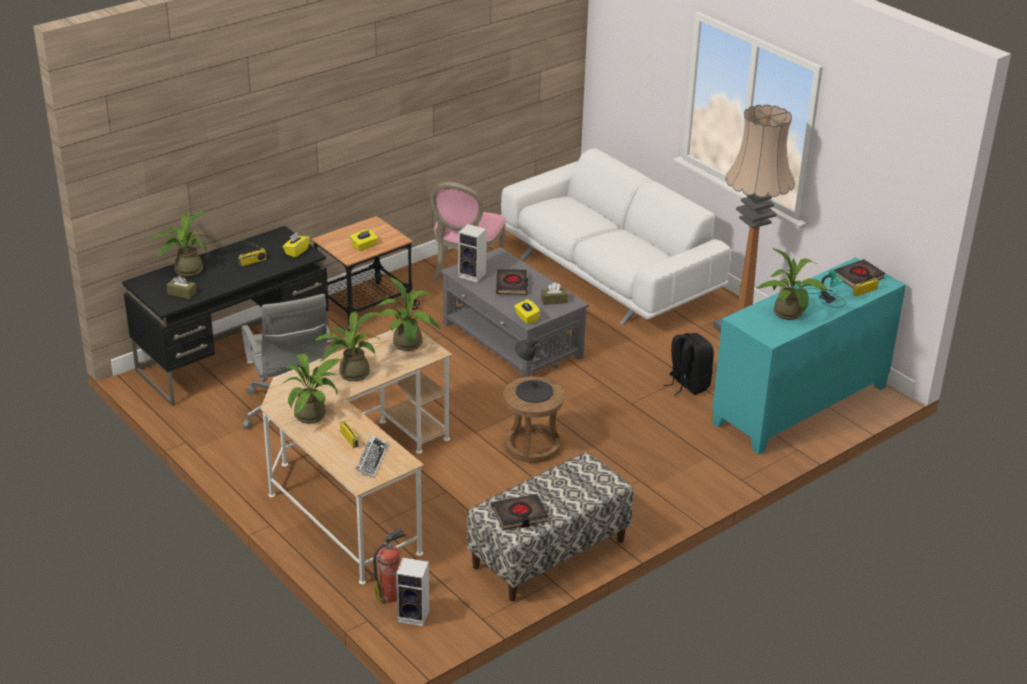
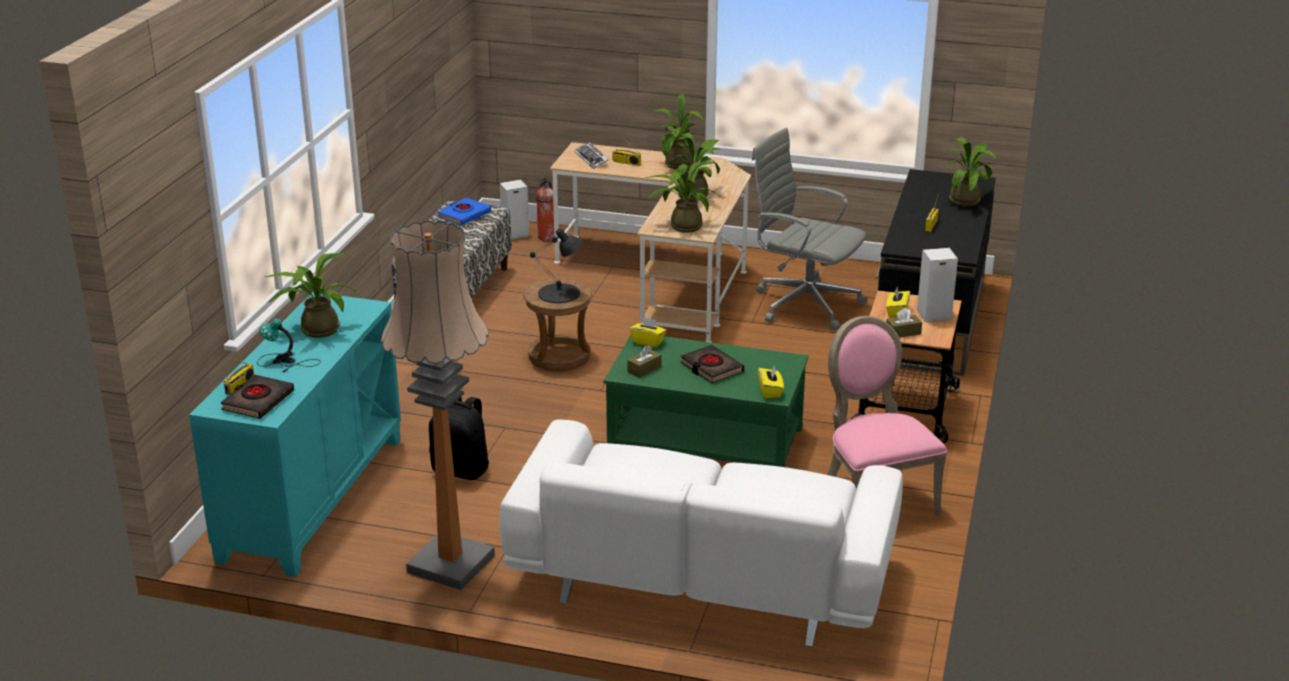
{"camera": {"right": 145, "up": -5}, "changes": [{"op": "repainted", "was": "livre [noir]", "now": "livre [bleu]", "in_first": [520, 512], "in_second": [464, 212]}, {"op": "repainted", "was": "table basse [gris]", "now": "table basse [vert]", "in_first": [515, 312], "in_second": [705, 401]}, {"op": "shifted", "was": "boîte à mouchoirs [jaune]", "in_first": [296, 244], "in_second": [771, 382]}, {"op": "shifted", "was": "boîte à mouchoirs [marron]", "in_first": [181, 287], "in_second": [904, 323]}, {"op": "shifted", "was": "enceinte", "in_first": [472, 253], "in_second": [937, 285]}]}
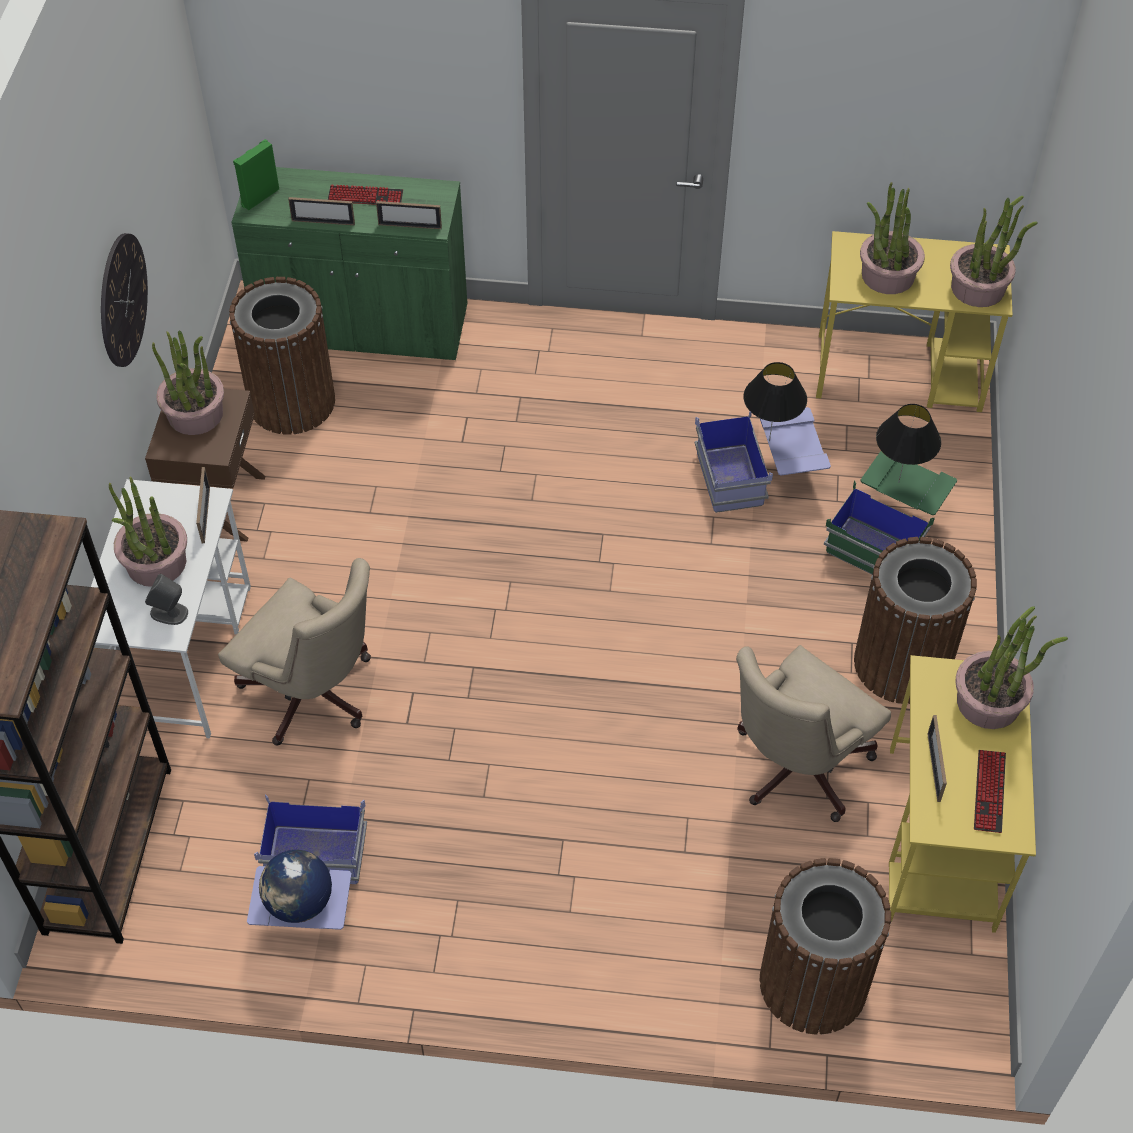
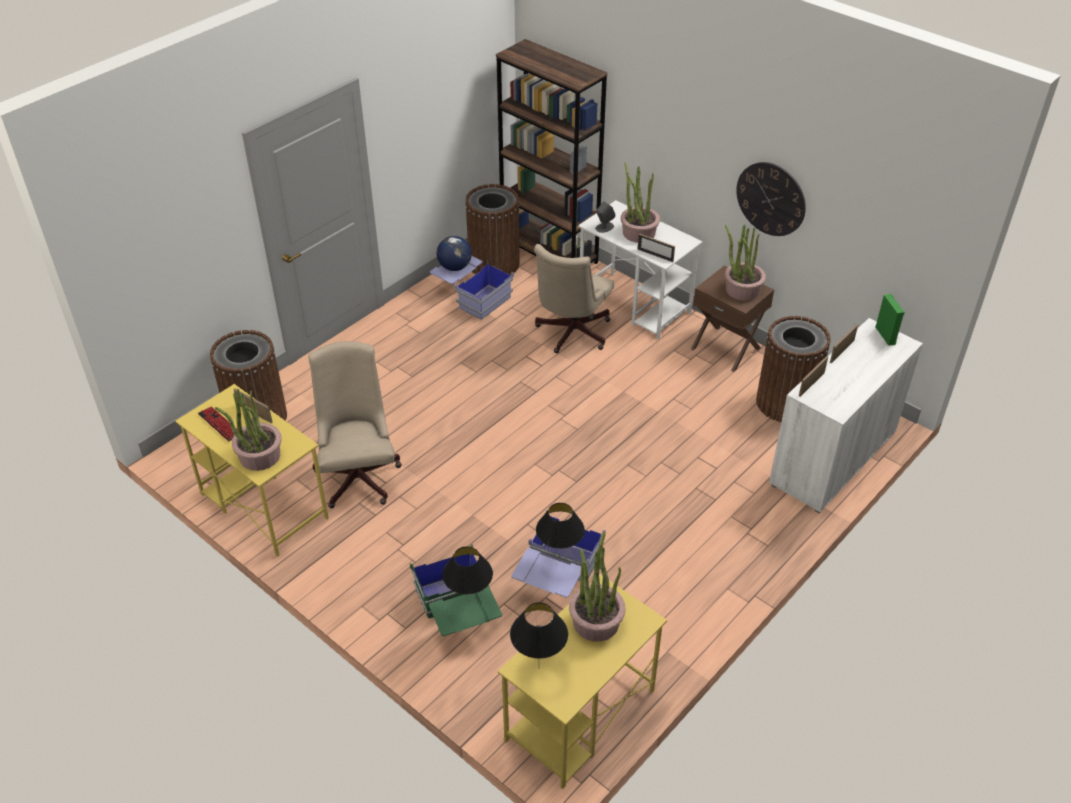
{"camera": {"right": 125, "up": -10}, "changes": [{"op": "shifted", "was": "poubelle [marron]", "in_first": [915, 620], "in_second": [492, 229]}, {"op": "swapped", "was": "plante en pot", "now": "lampe de table [noir]", "in_first": [993, 251], "in_second": [539, 630]}, {"op": "rotated", "was": "chaise de bureau [beige]", "in_first": [294, 651], "in_second": [574, 298], "clockwise": -45}, {"op": "repainted", "was": "meuble de rangement [vert]", "now": "meuble de rangement [blanc]", "in_first": [349, 263], "in_second": [846, 415]}, {"op": "gone", "was": "clavier", "in_first": [365, 194]}]}
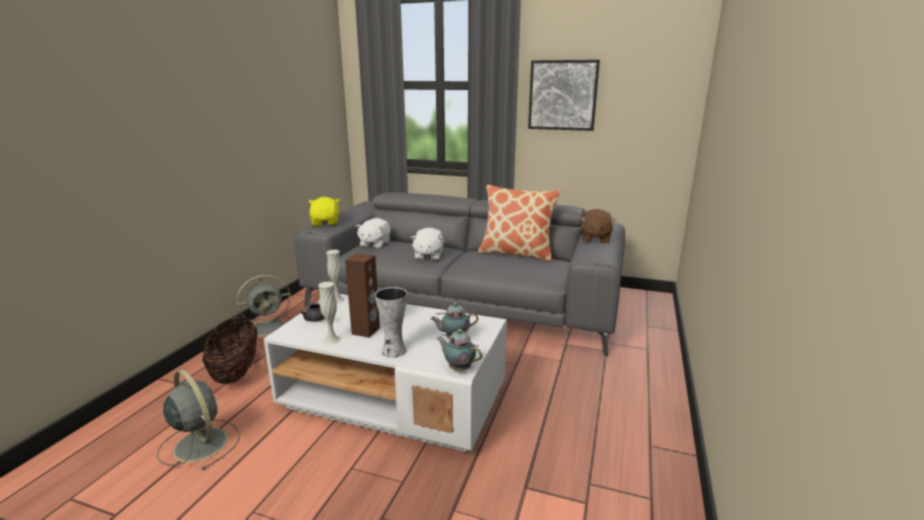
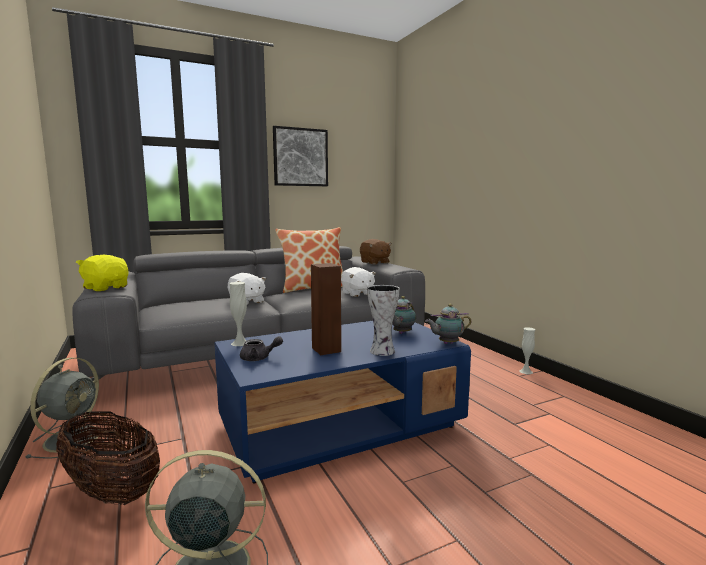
{"camera": {"right": -45, "up": -10}, "changes": [{"op": "repainted", "was": "table basse [blanc]", "now": "table basse [bleu]", "in_first": [385, 373], "in_second": [343, 402]}, {"op": "shifted", "was": "peluche [blanc]", "in_first": [373, 233], "in_second": [358, 282]}, {"op": "shifted", "was": "vase [blanc]", "in_first": [329, 313], "in_second": [527, 350]}]}
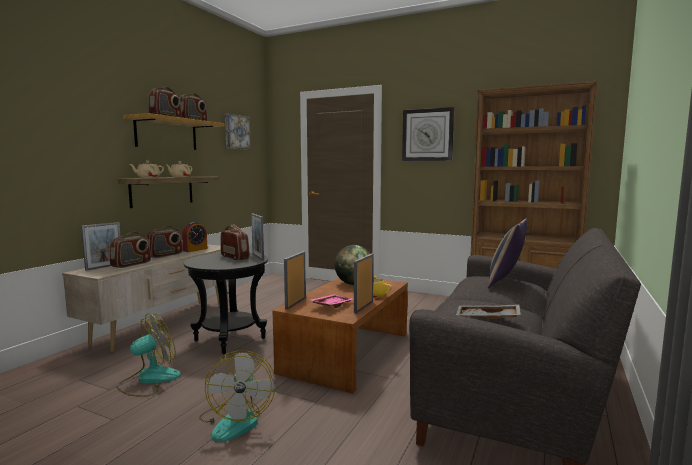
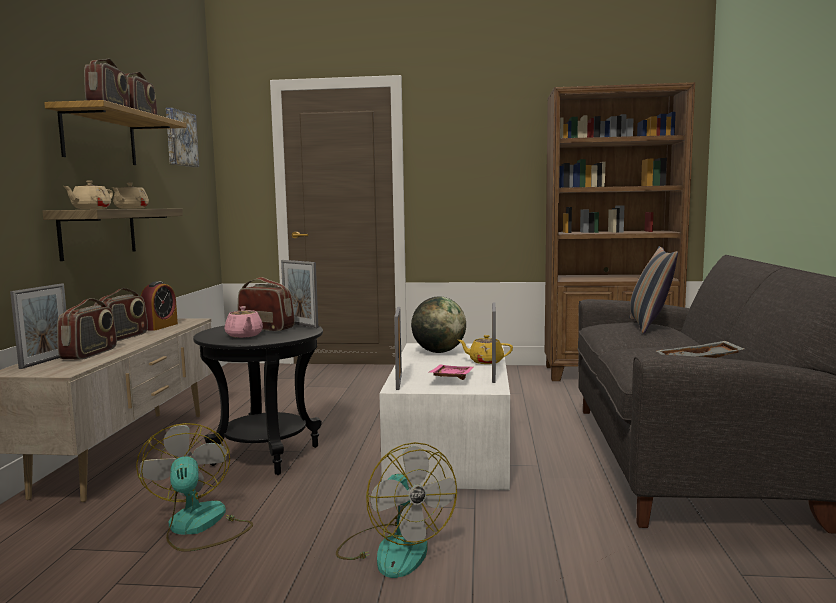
{"camera": {"right": -20, "up": 0}, "changes": [{"op": "rotated", "was": "ventilateur", "in_first": [148, 355], "in_second": [194, 487], "clockwise": -45}, {"op": "new", "now": "théière [rose]", "in_second": [244, 322]}, {"op": "repainted", "was": "table basse [marron]", "now": "table basse [blanc]", "in_first": [340, 335], "in_second": [444, 416]}, {"op": "gone", "was": "horloge murale", "in_first": [428, 134]}]}
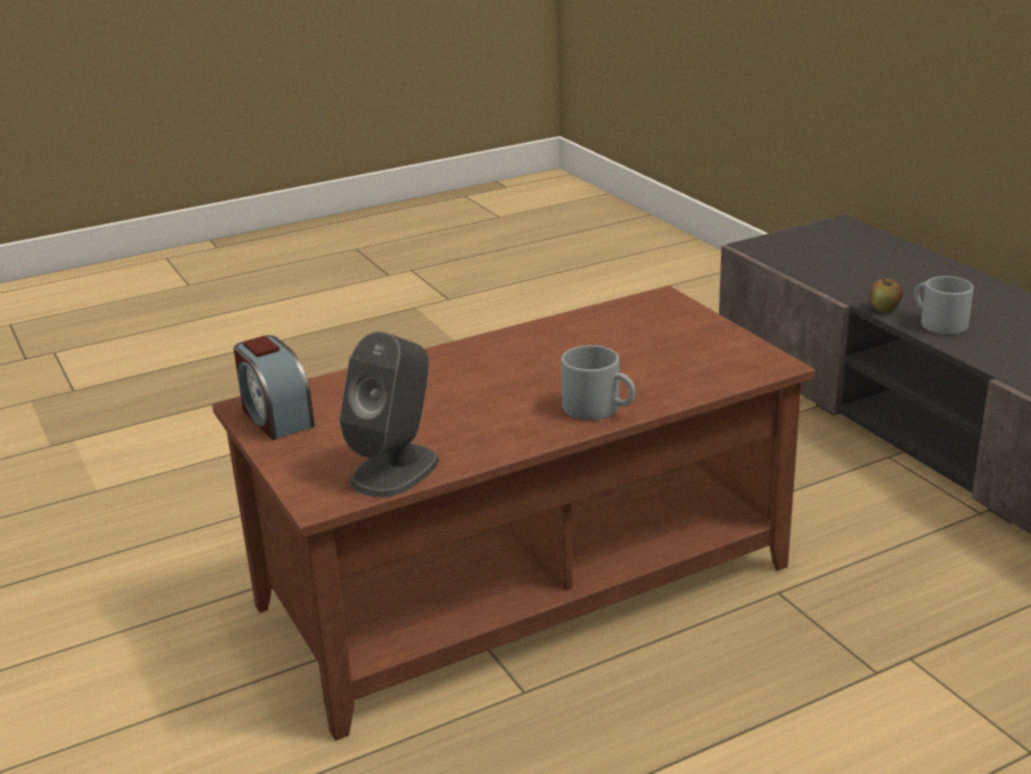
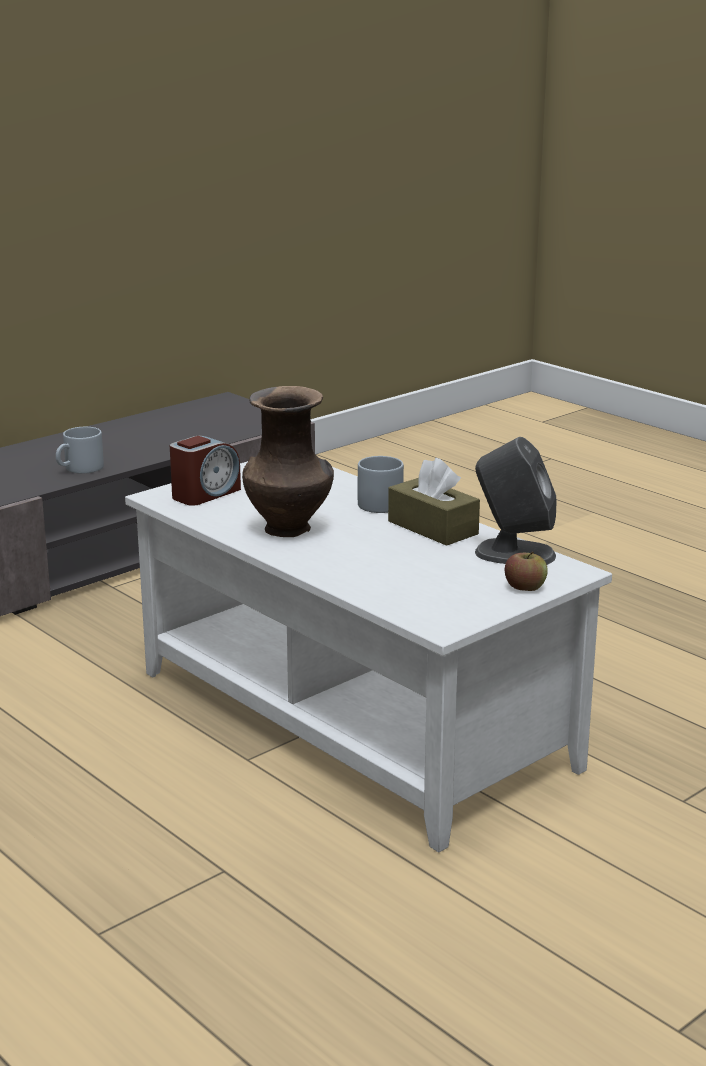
{"camera": {"right": -105, "up": -5}, "changes": [{"op": "repainted", "was": "table basse [marron]", "now": "table basse [blanc]", "in_first": [513, 513], "in_second": [368, 656]}, {"op": "shifted", "was": "réveil", "in_first": [274, 387], "in_second": [205, 470]}, {"op": "new", "now": "vase [marron]", "in_second": [288, 461]}, {"op": "new", "now": "boîte à mouchoirs [marron]", "in_second": [434, 502]}, {"op": "shifted", "was": "pomme", "in_first": [886, 295], "in_second": [526, 571]}]}
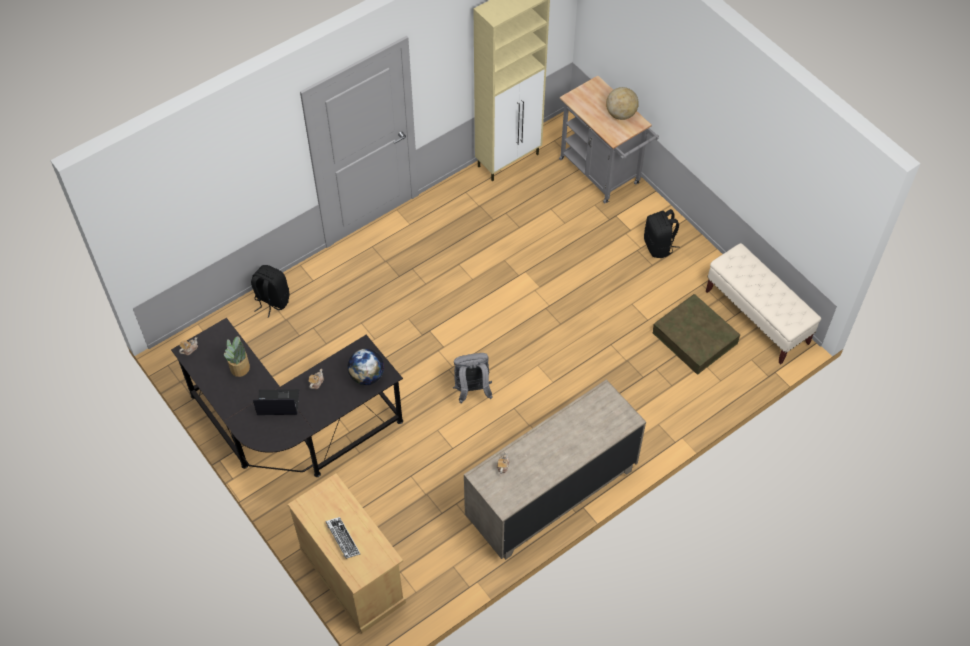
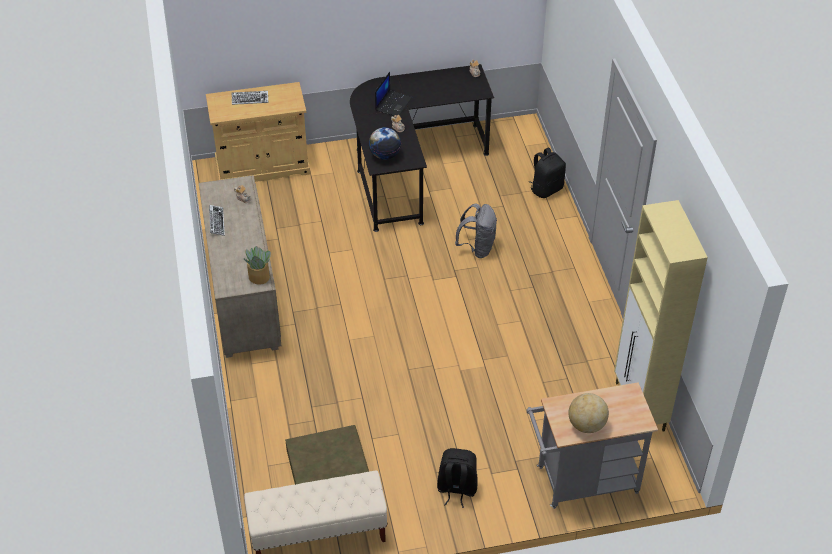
{"camera": {"right": 115, "up": -10}, "changes": [{"op": "new", "now": "clavier", "in_second": [217, 220]}, {"op": "shifted", "was": "plante en pot", "in_first": [237, 356], "in_second": [257, 265]}, {"op": "shifted", "was": "sac à dos [gris]", "in_first": [472, 378], "in_second": [476, 231]}]}
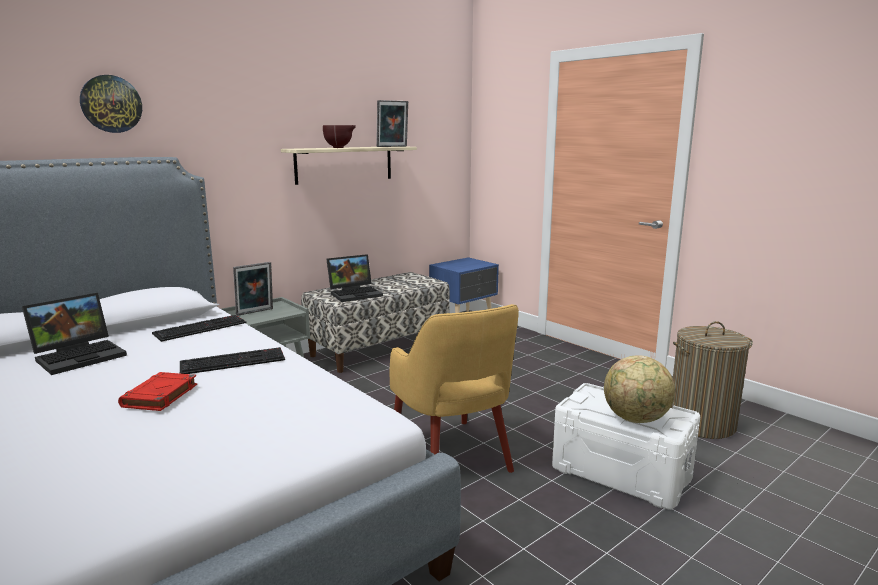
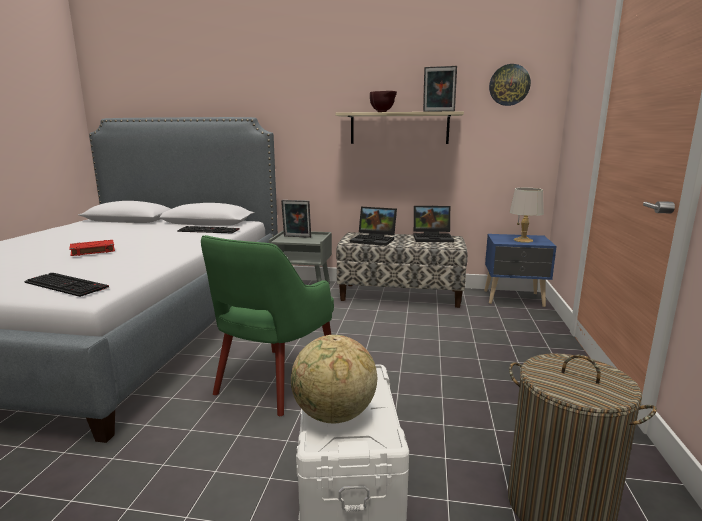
{"camera": {"right": 50, "up": 0}, "changes": [{"op": "shifted", "was": "clavier", "in_first": [232, 360], "in_second": [66, 285]}, {"op": "repainted", "was": "fauteuil [jaune]", "now": "fauteuil [vert]", "in_first": [454, 388], "in_second": [267, 325]}, {"op": "shifted", "was": "ordinateur portable", "in_first": [74, 334], "in_second": [433, 224]}, {"op": "shifted", "was": "horloge murale", "in_first": [111, 104], "in_second": [510, 85]}, {"op": "new", "now": "lampe de table [gris]", "in_second": [526, 215]}]}
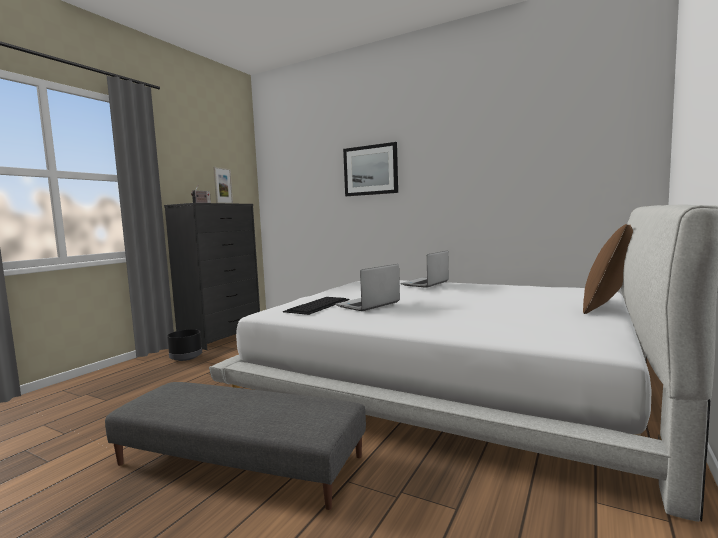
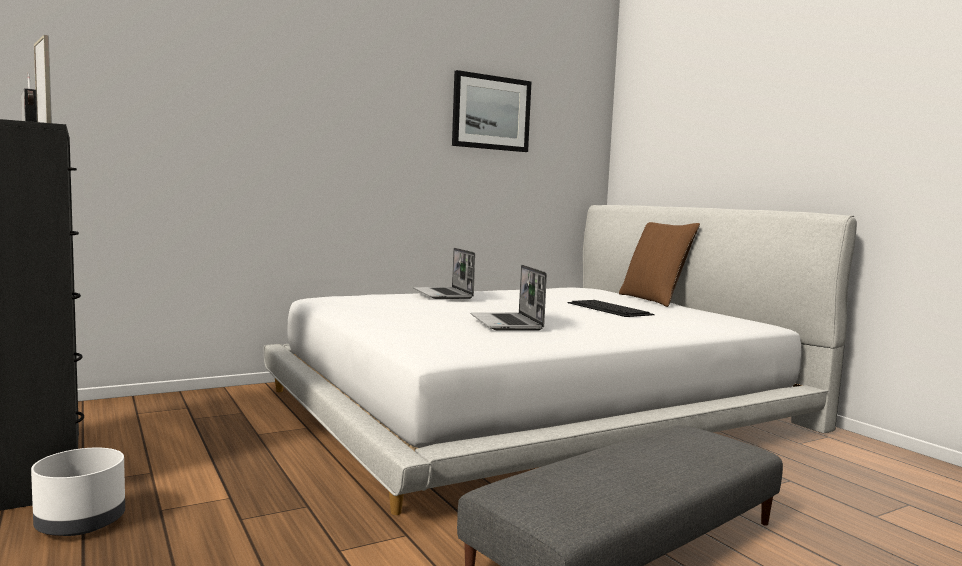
{"camera": {"right": -60, "up": 0}, "changes": [{"op": "repainted", "was": "cache-pot [noir]", "now": "cache-pot [blanc]", "in_first": [184, 345], "in_second": [78, 492]}, {"op": "shifted", "was": "tableau", "in_first": [370, 169], "in_second": [492, 111]}, {"op": "shifted", "was": "clavier", "in_first": [316, 306], "in_second": [611, 308]}]}
